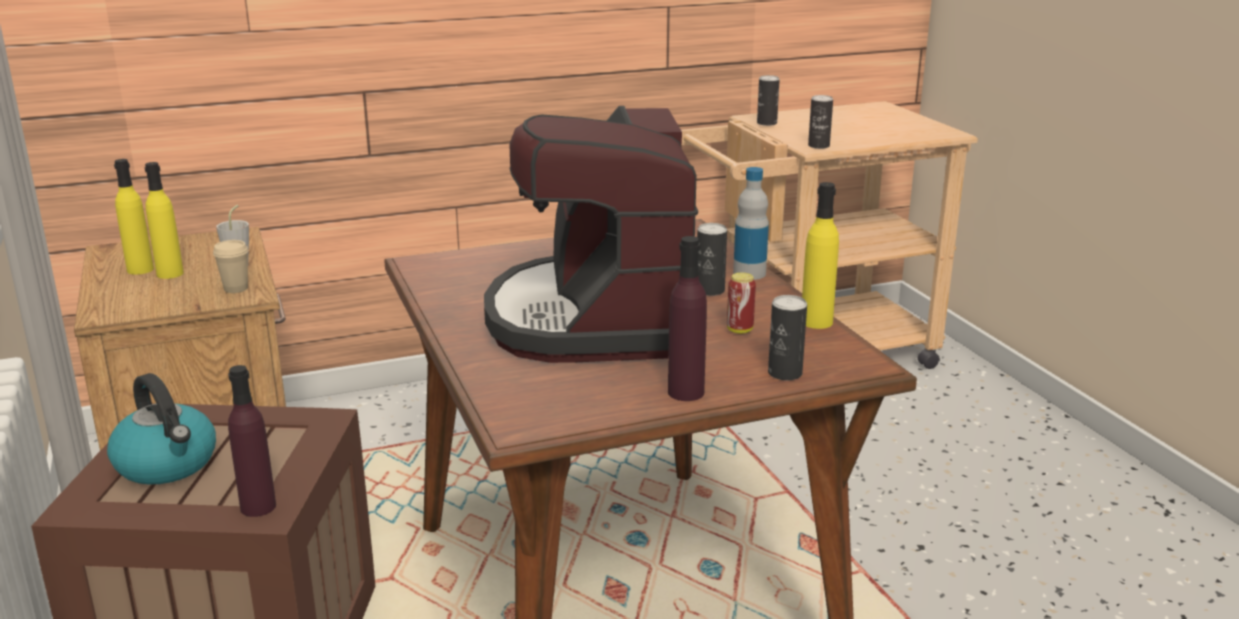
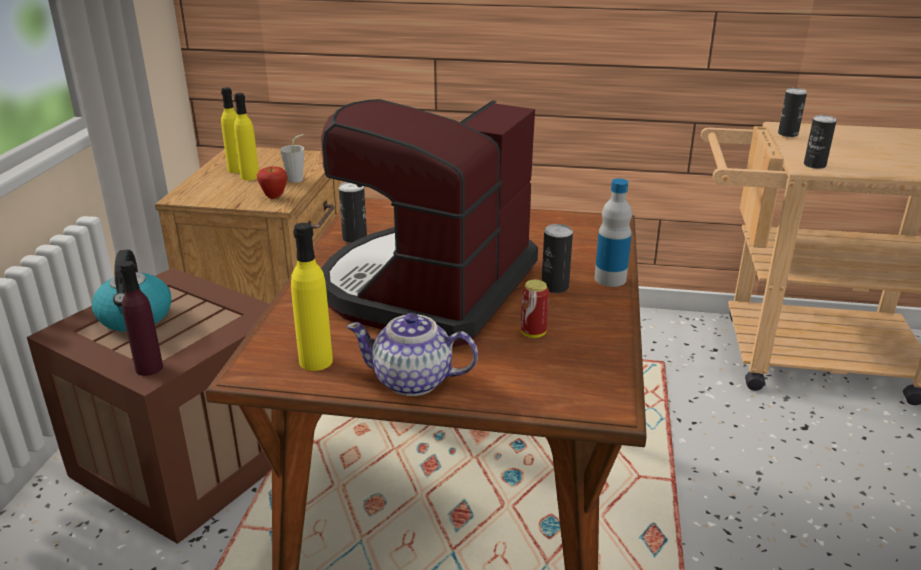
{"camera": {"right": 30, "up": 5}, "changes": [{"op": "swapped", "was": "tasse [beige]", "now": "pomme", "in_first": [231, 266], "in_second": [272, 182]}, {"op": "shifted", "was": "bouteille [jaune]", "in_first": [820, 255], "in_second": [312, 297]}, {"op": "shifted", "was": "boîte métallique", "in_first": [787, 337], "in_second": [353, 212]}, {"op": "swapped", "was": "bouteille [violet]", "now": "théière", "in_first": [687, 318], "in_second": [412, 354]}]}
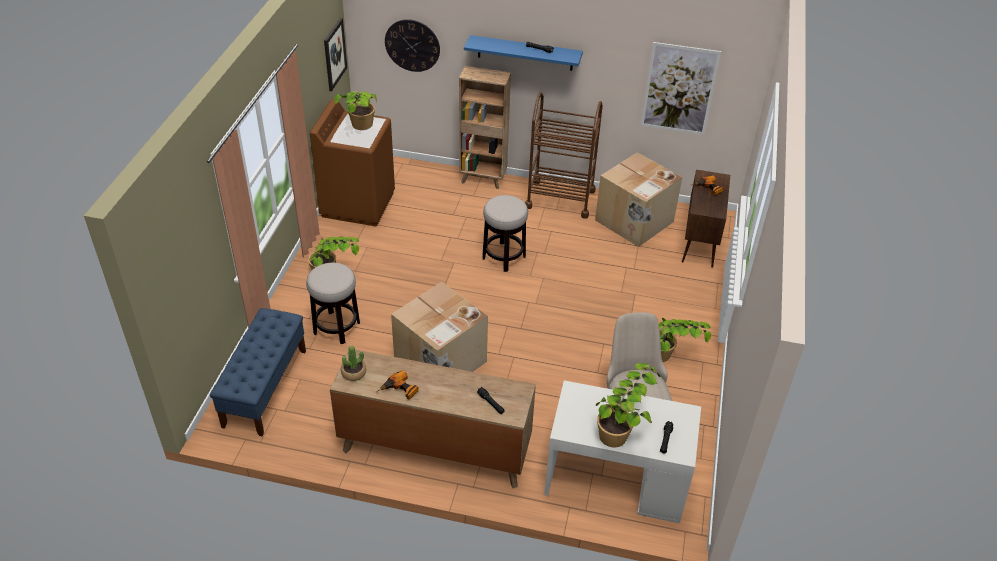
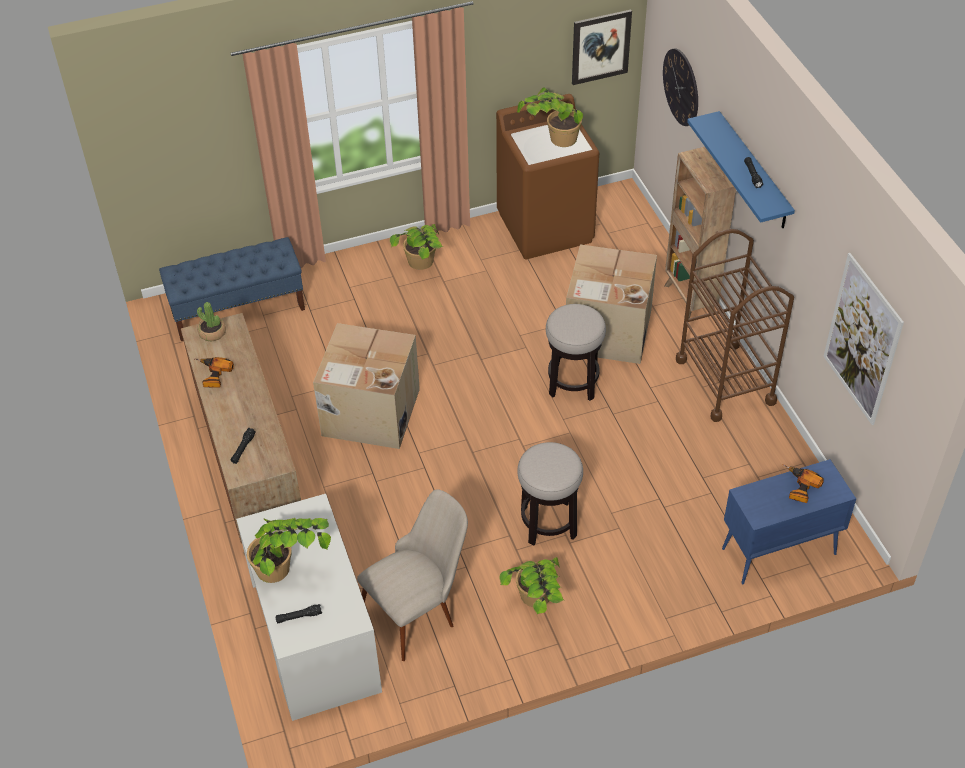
{"camera": {"right": 60, "up": 5}, "changes": [{"op": "shifted", "was": "tabouret", "in_first": [333, 303], "in_second": [550, 494]}, {"op": "shifted", "was": "carton", "in_first": [638, 199], "in_second": [611, 304]}, {"op": "repainted", "was": "meuble de rangement [marron]", "now": "meuble de rangement [bleu]", "in_first": [706, 218], "in_second": [789, 521]}]}
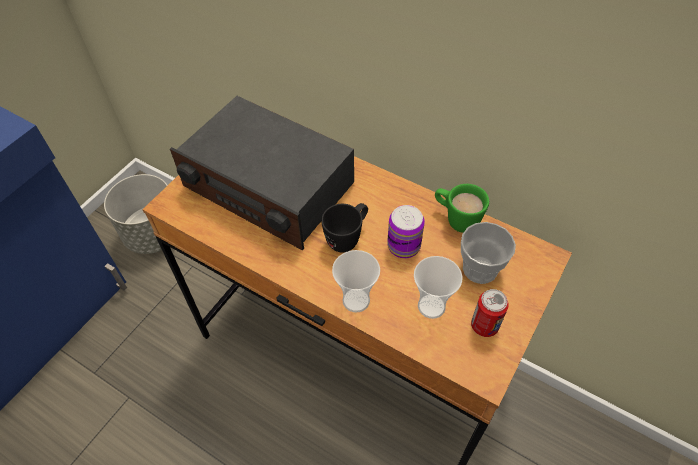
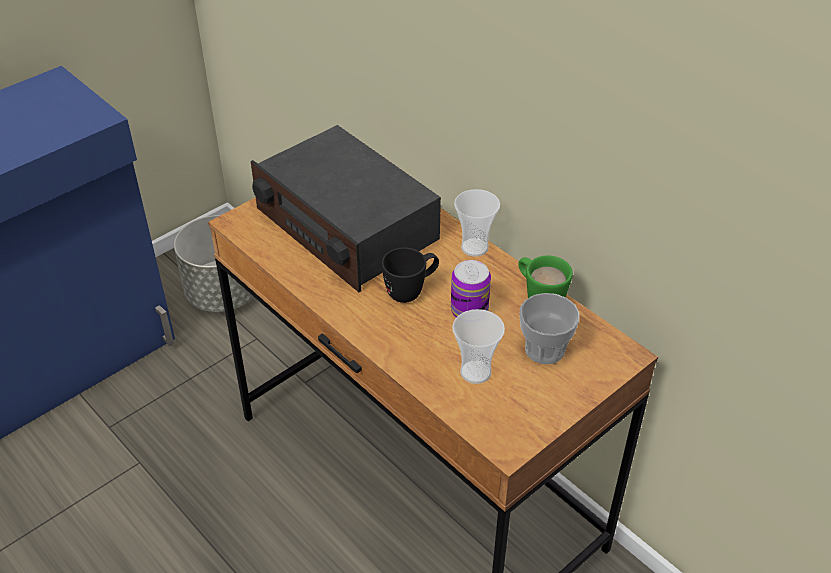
{"camera": {"right": 15, "up": -10}, "changes": [{"op": "shifted", "was": "tasse", "in_first": [356, 281], "in_second": [477, 223]}, {"op": "gone", "was": "boîte métallique", "in_first": [490, 313]}]}
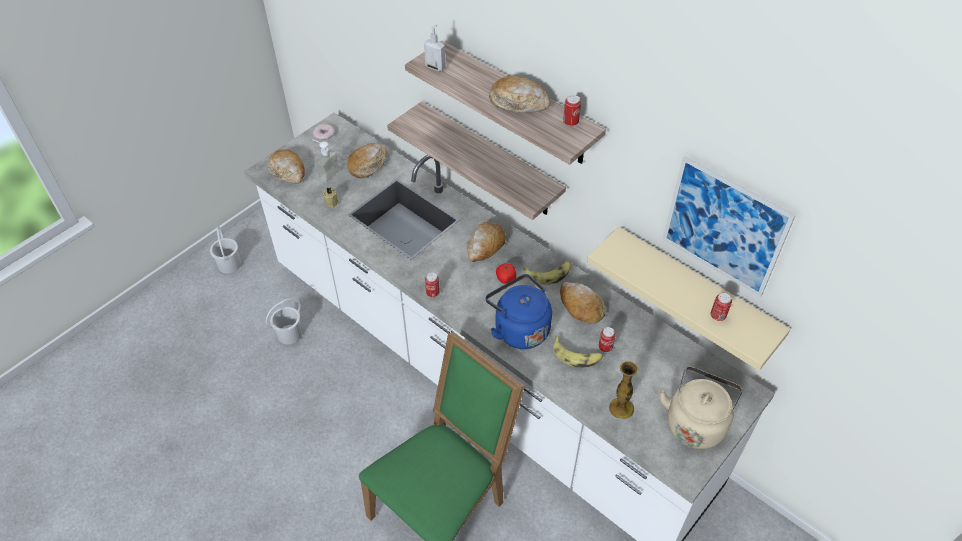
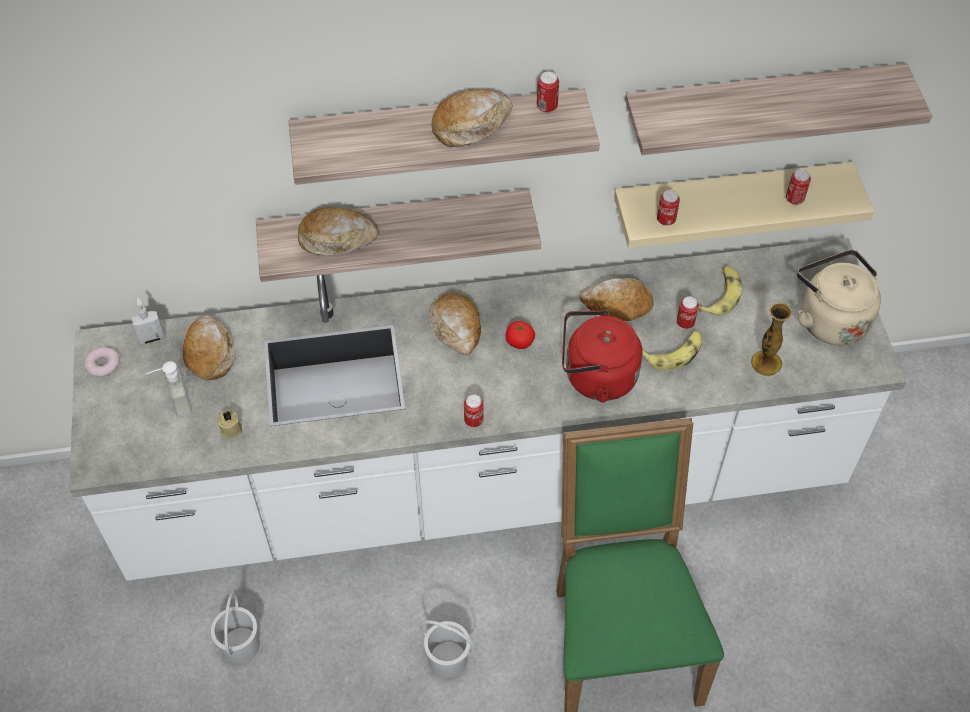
{"camera": {"right": -50, "up": 5}, "changes": [{"op": "shifted", "was": "distributeur de savon", "in_first": [435, 47], "in_second": [148, 320]}, {"op": "shifted", "was": "pain", "in_first": [286, 167], "in_second": [338, 231]}, {"op": "shifted", "was": "seau [blanc]", "in_first": [225, 249], "in_second": [447, 649]}, {"op": "repainted", "was": "bouilloire [bleu]", "now": "bouilloire [rouge]", "in_first": [519, 311], "in_second": [602, 356]}, {"op": "swapped", "was": "tableau", "now": "étagère", "in_first": [729, 226], "in_second": [778, 109]}, {"op": "new", "now": "boîte métallique", "in_second": [668, 208]}, {"op": "shifted", "was": "banane", "in_first": [547, 273], "in_second": [720, 291]}]}
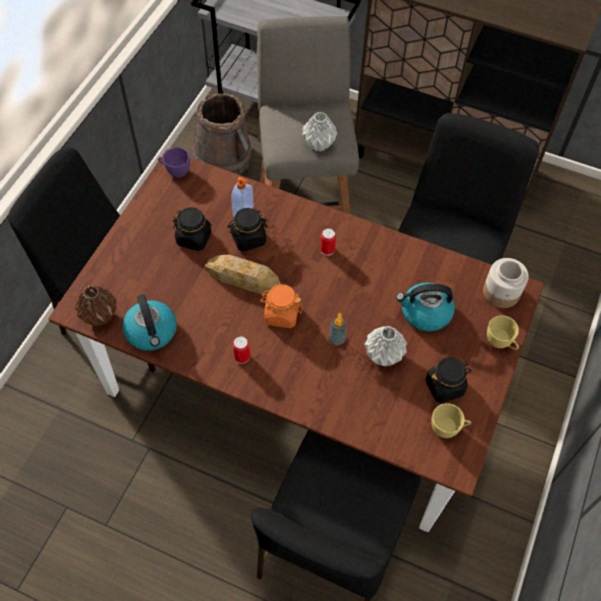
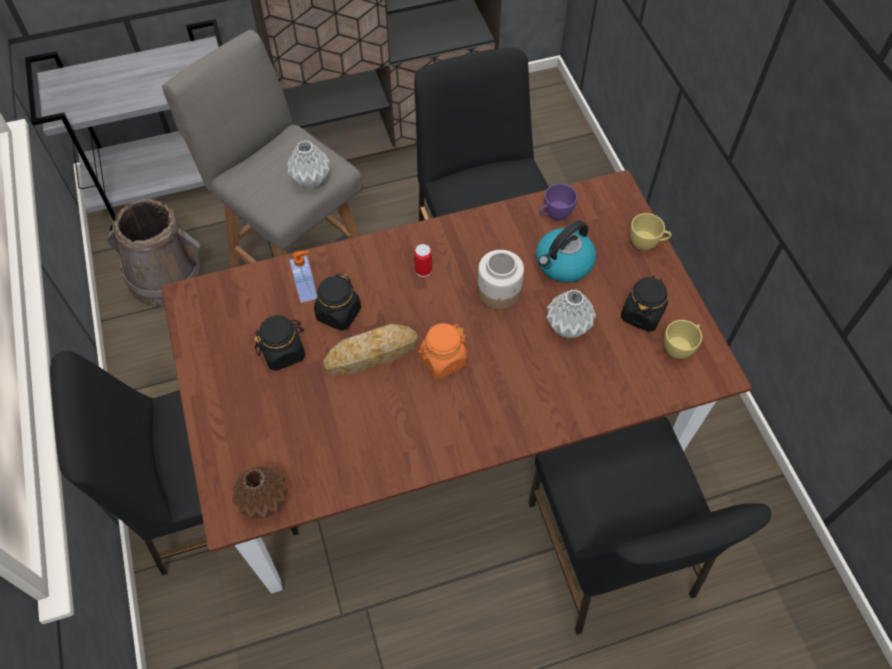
{"camera": {"right": -40, "up": 0}, "changes": [{"op": "shifted", "was": "bocal", "in_first": [506, 283], "in_second": [500, 280]}, {"op": "shifted", "was": "tasse [violet]", "in_first": [174, 162], "in_second": [558, 202]}, {"op": "gone", "was": "bouilloire", "in_first": [149, 322]}, {"op": "gone", "was": "boîte métallique", "in_first": [241, 350]}, {"op": "gone", "was": "distributeur de savon", "in_first": [337, 329]}]}
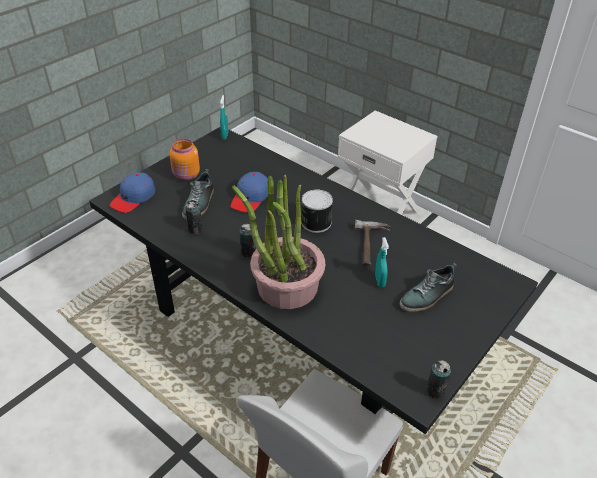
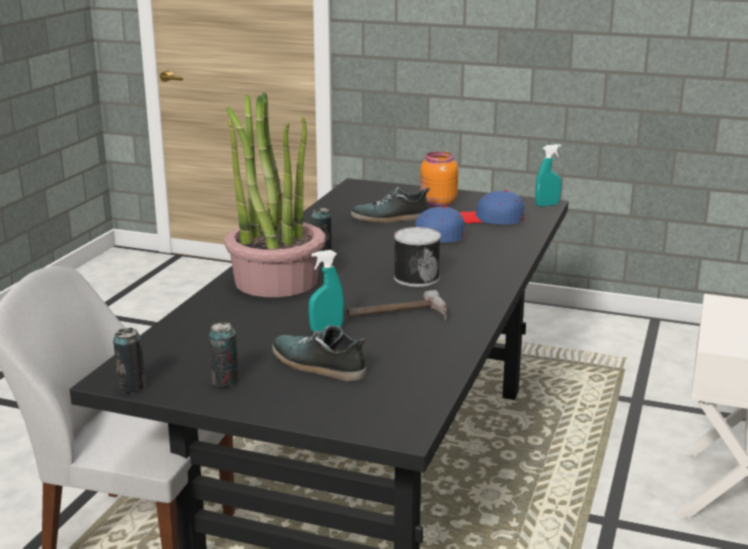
{"camera": {"right": 70, "up": -20}, "changes": [{"op": "shifted", "was": "boîte métallique", "in_first": [194, 217], "in_second": [224, 355]}, {"op": "shifted", "was": "casquette [bleu]", "in_first": [132, 192], "in_second": [492, 207]}]}
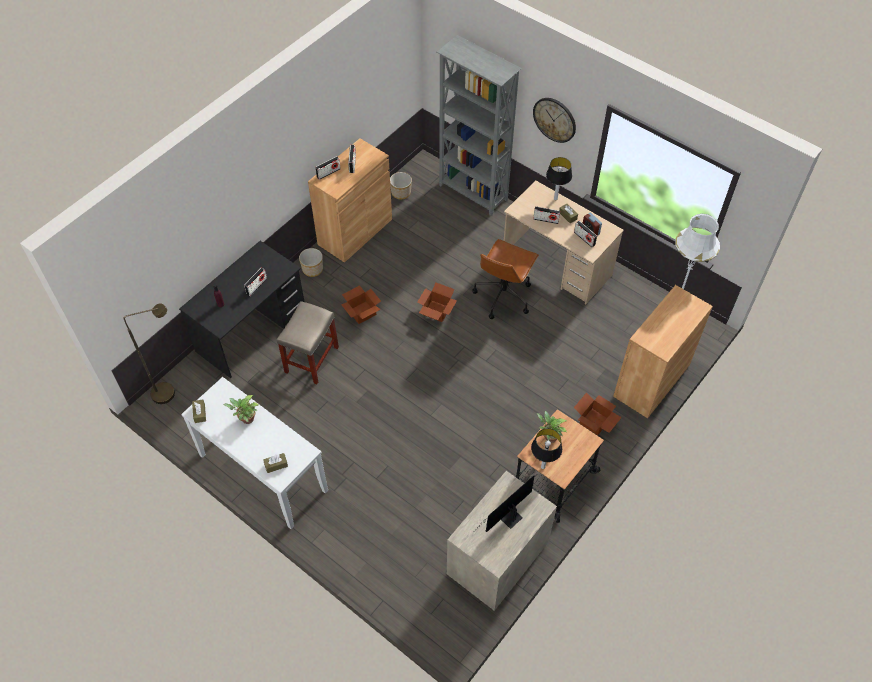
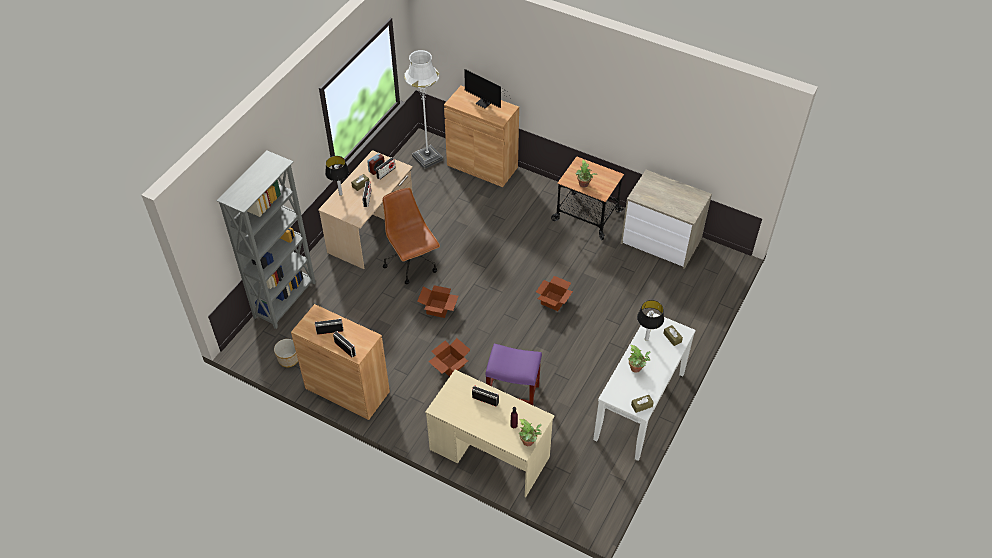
{"camera": {"right": -100, "up": -5}, "changes": [{"op": "rotated", "was": "chaise de bureau [marron]", "in_first": [505, 279], "in_second": [411, 236], "clockwise": -135}, {"op": "repainted", "was": "bureau [noir]", "now": "bureau [beige]", "in_first": [242, 309], "in_second": [490, 433]}, {"op": "shifted", "was": "écran d'ordinateur", "in_first": [503, 504], "in_second": [488, 88]}, {"op": "repainted", "was": "tabouret [beige]", "now": "tabouret [violet]", "in_first": [308, 342], "in_second": [513, 374]}, {"op": "new", "now": "plante en pot", "in_second": [530, 432]}, {"op": "shifted", "was": "carton", "in_first": [598, 414], "in_second": [554, 293]}, {"op": "shifted", "was": "lampe de table", "in_first": [546, 448], "in_second": [650, 320]}, {"op": "gone", "was": "lampadaire [marron]", "in_first": [149, 353]}, {"op": "gone", "was": "cache-pot", "in_first": [311, 262]}, {"op": "gone", "was": "horloge murale", "in_first": [554, 120]}]}
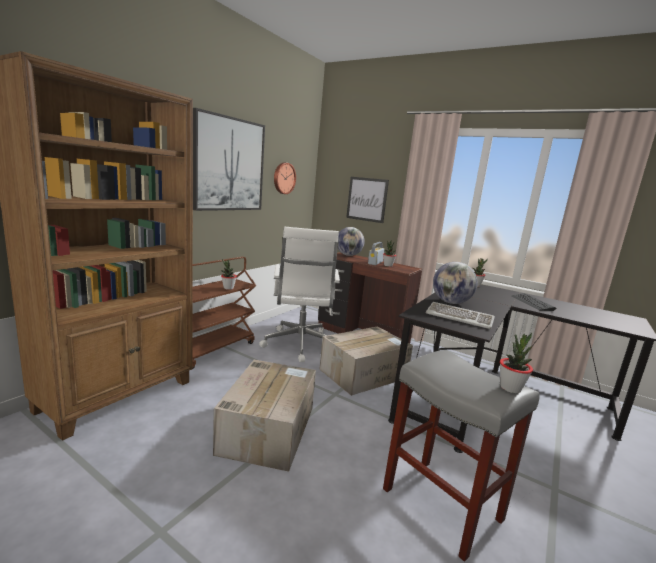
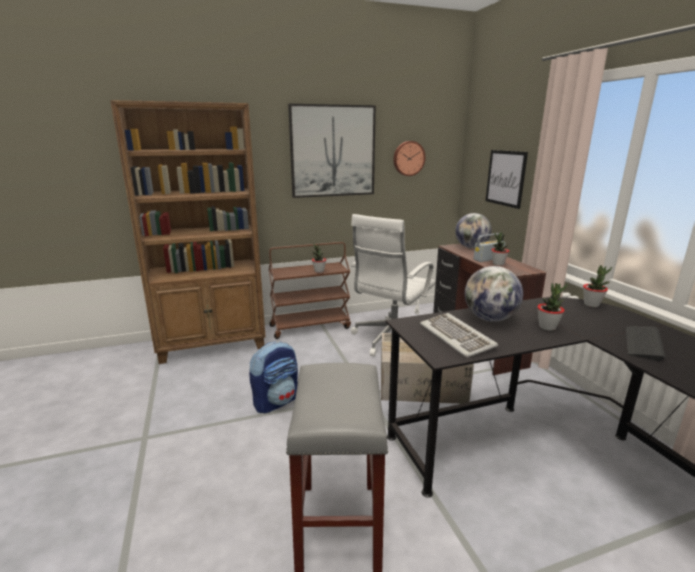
{"camera": {"right": 40, "up": 5}, "changes": [{"op": "swapped", "was": "carton", "now": "sac à dos", "in_first": [264, 416], "in_second": [273, 377]}, {"op": "shifted", "was": "plante en pot", "in_first": [516, 363], "in_second": [552, 307]}]}
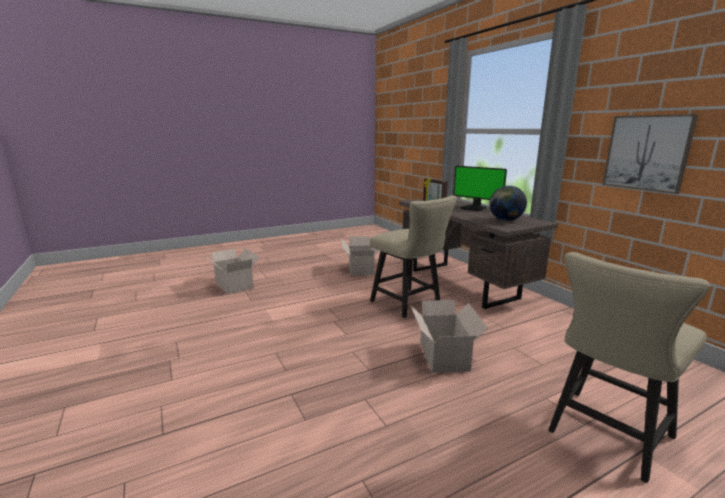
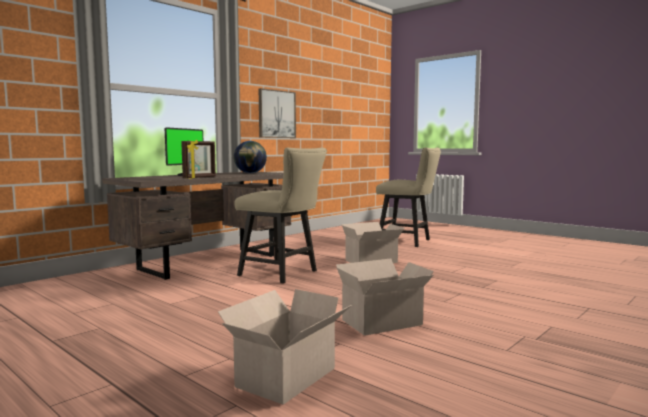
{"camera": {"right": -110, "up": -10}, "changes": [{"op": "rotated", "was": "chaise [beige]", "in_first": [413, 256], "in_second": [280, 215], "clockwise": 90}, {"op": "shifted", "was": "carton", "in_first": [360, 256], "in_second": [385, 297]}]}
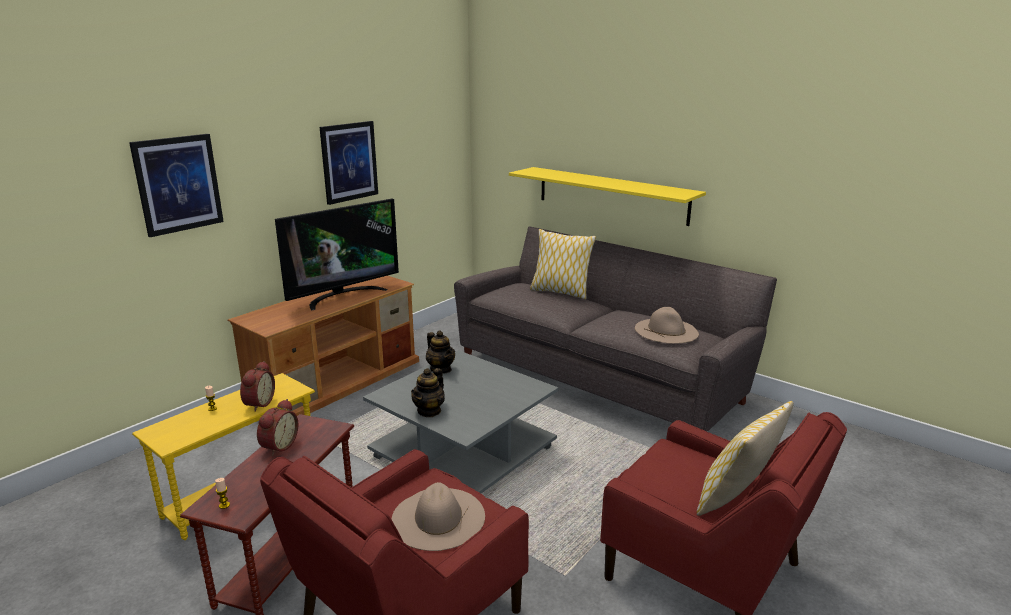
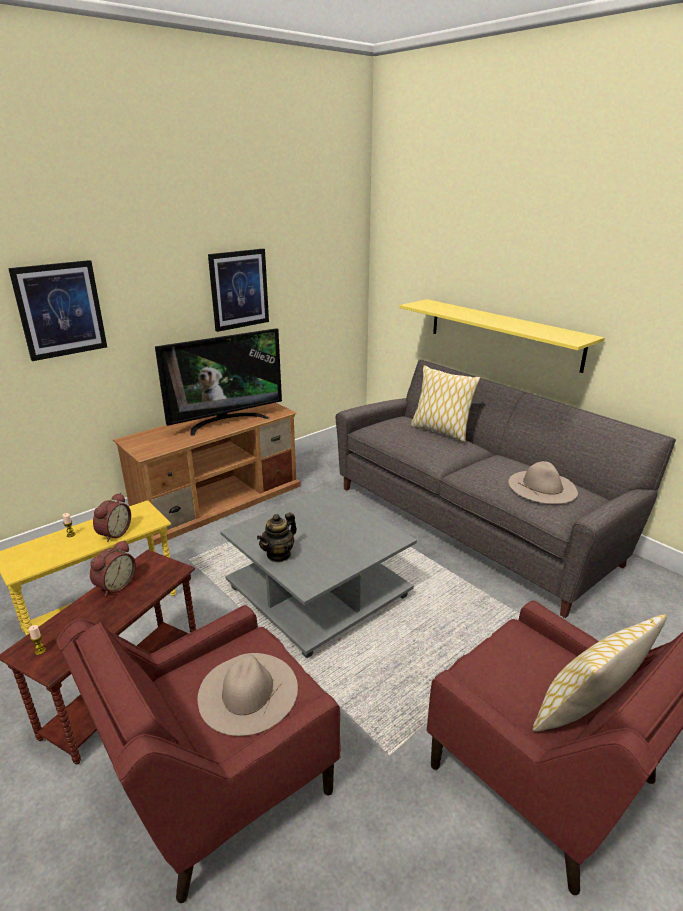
{"camera": {"right": 10, "up": 5}, "changes": [{"op": "gone", "was": "théière", "in_first": [440, 352]}]}
